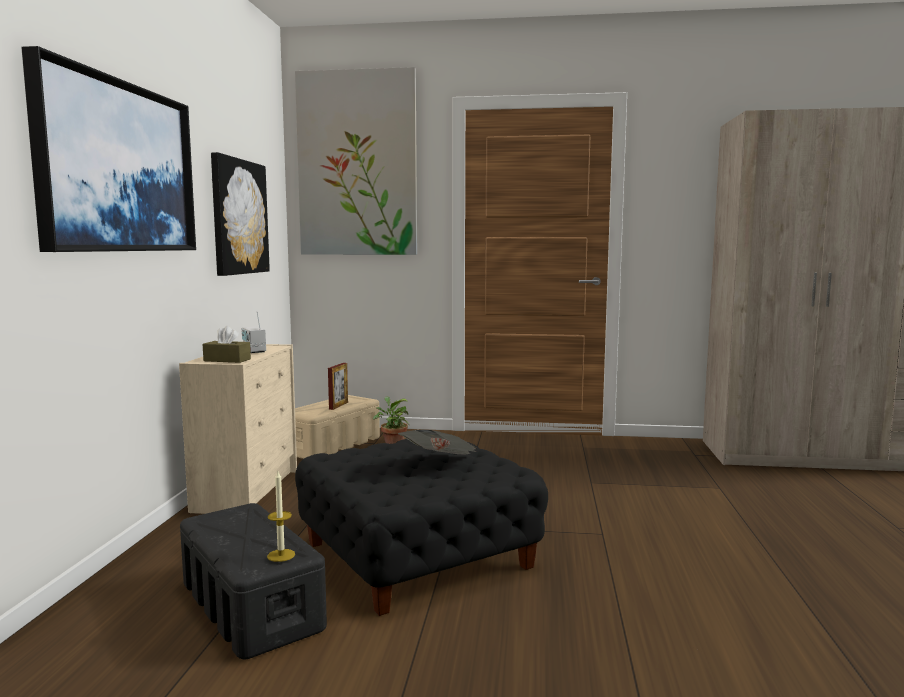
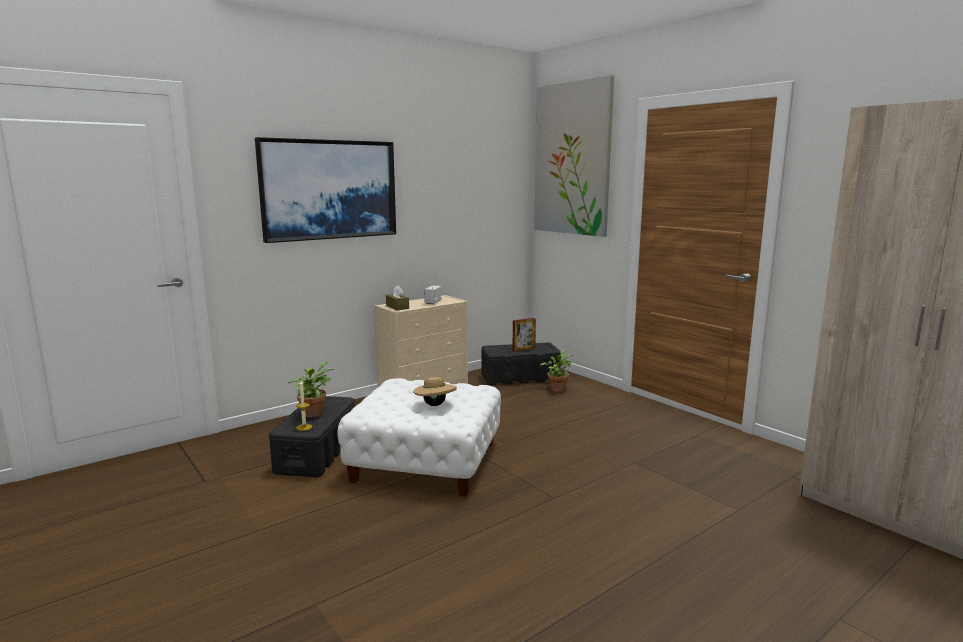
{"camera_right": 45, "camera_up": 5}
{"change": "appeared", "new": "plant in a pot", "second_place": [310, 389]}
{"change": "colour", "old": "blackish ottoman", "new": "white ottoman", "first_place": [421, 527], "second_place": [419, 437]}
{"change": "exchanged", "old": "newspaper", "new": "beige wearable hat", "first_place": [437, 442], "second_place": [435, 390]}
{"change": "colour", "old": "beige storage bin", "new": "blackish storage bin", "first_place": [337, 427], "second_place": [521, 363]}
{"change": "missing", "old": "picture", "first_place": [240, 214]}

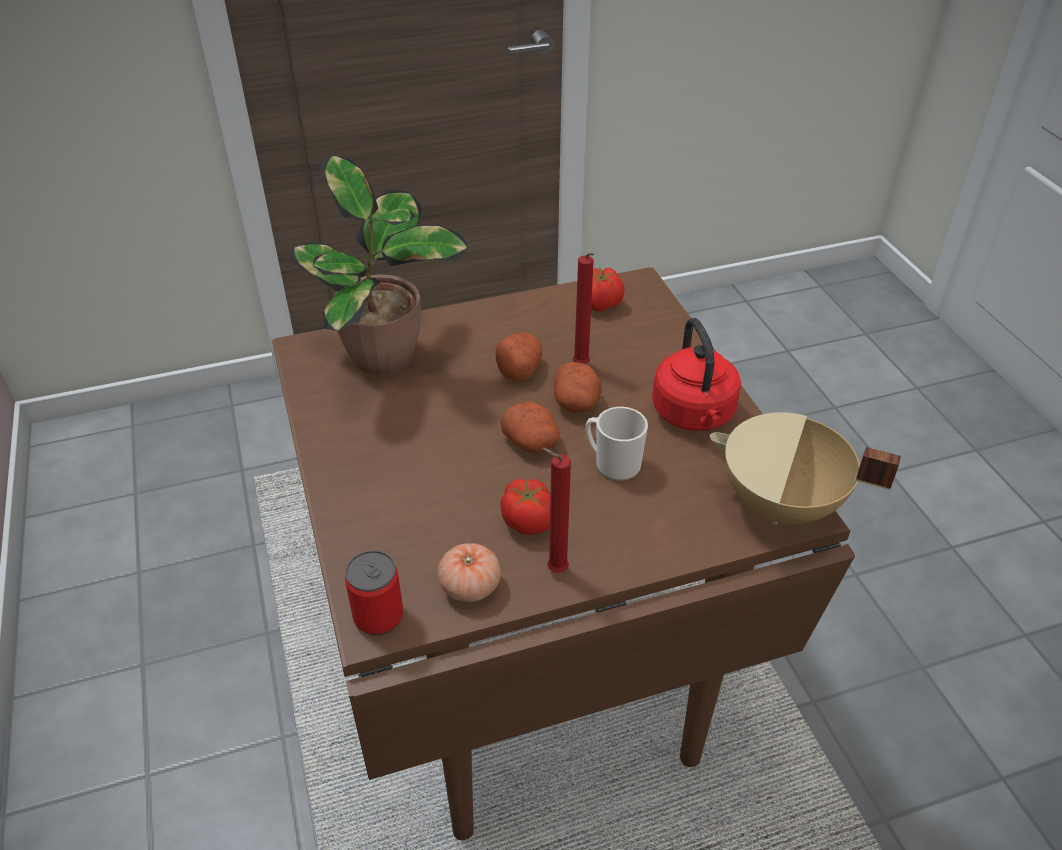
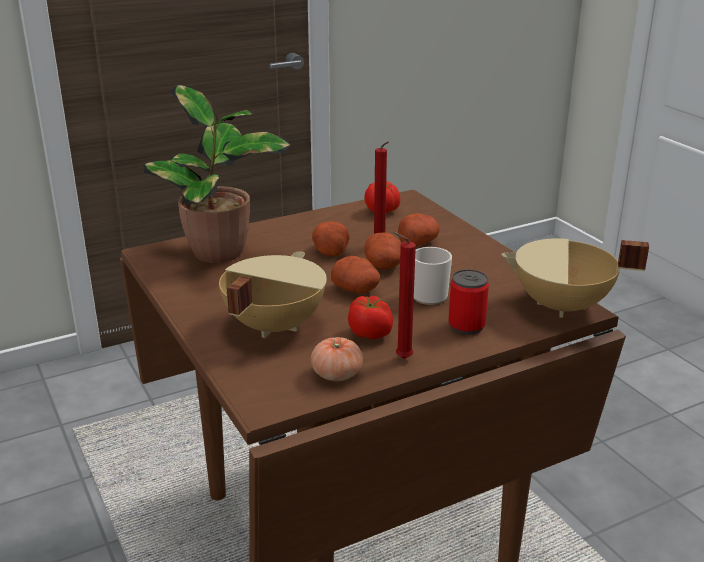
{"camera_right": -10, "camera_up": -15}
{"change": "appeared", "new": "beige stockpot", "second_place": [273, 294]}
{"change": "appeared", "new": "whole potato", "second_place": [419, 230]}
{"change": "relocated", "old": "can", "first_place": [374, 592], "second_place": [468, 302]}
{"change": "missing", "old": "red-coloured tea kettle", "first_place": [696, 374]}

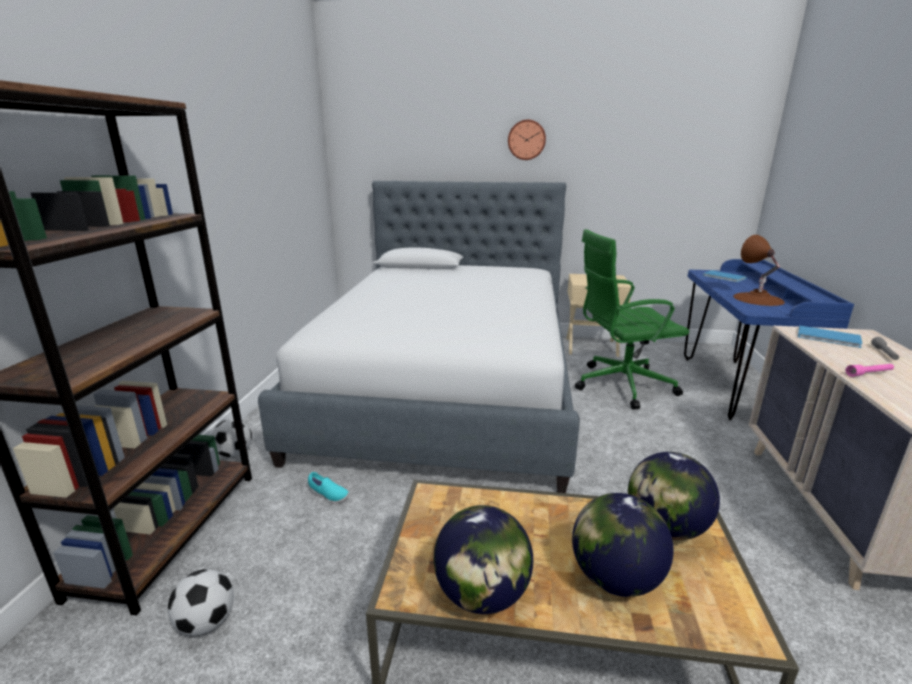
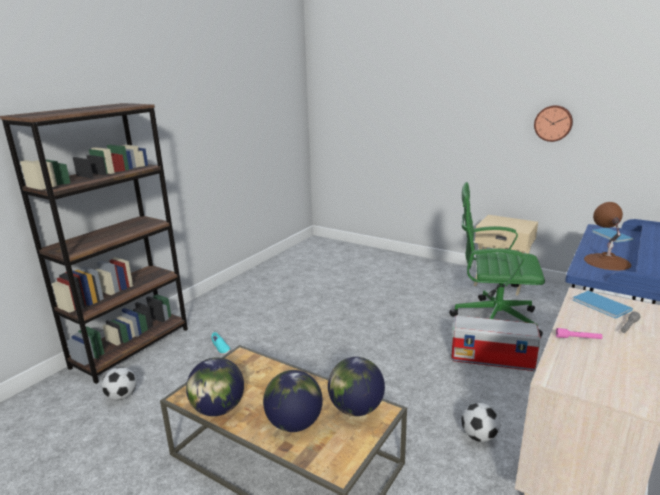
{"camera_right": 25, "camera_up": 0}
{"change": "appeared", "new": "storage bin", "second_place": [496, 343]}
{"change": "relocated", "old": "football ball", "first_place": [231, 438], "second_place": [481, 422]}
{"change": "relocated", "old": "hanging clock", "first_place": [527, 140], "second_place": [553, 123]}
{"change": "missing", "old": "bedroom bed", "first_place": [419, 337]}

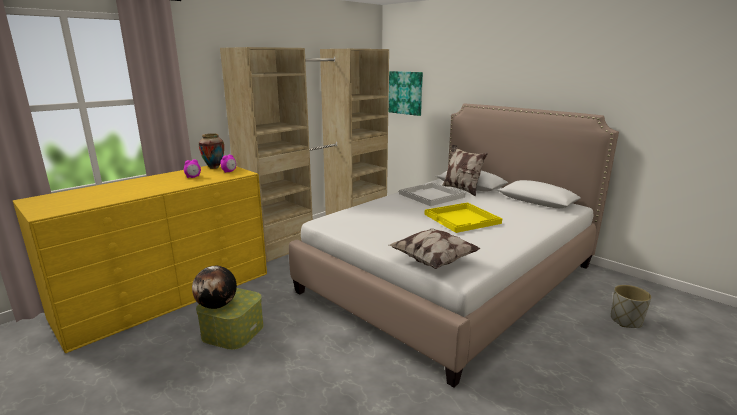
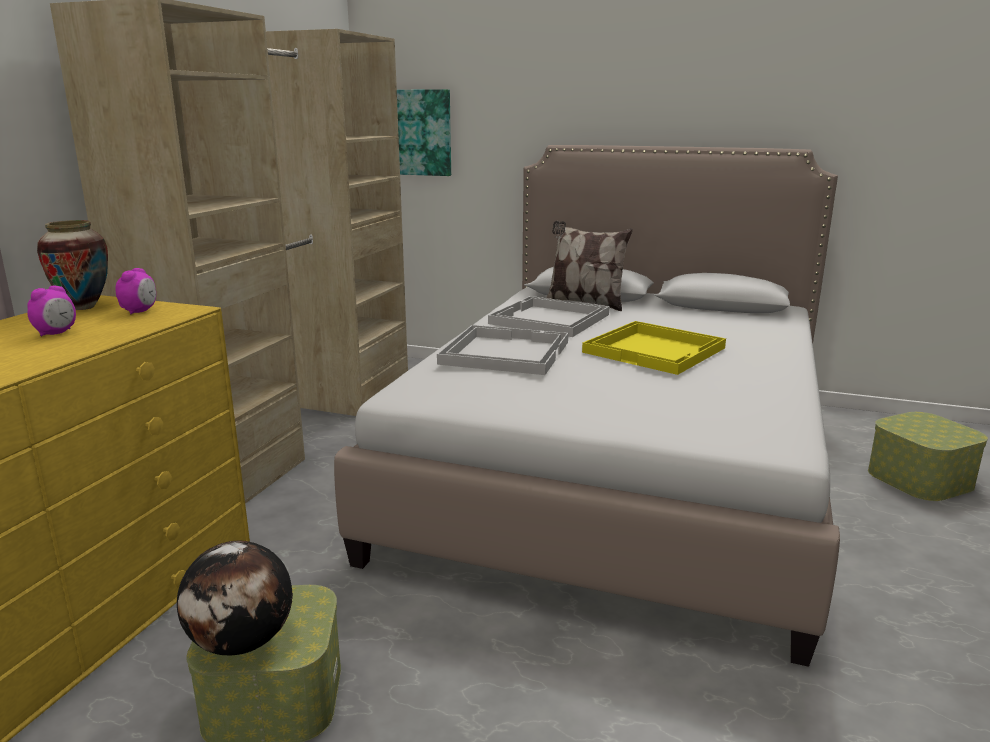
{"camera_right": -25, "camera_up": 0}
{"change": "appeared", "new": "white serving tray", "second_place": [502, 350]}
{"change": "exchanged", "old": "gray flower pot", "new": "storage bin", "first_place": [631, 306], "second_place": [928, 456]}
{"change": "missing", "old": "pillow", "first_place": [435, 249]}

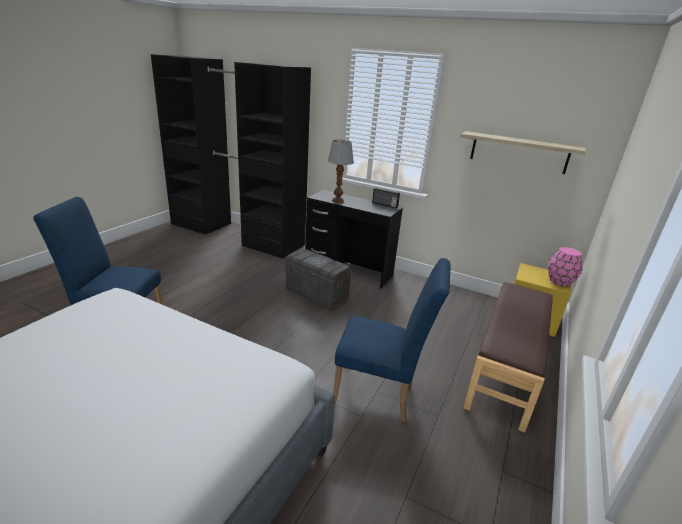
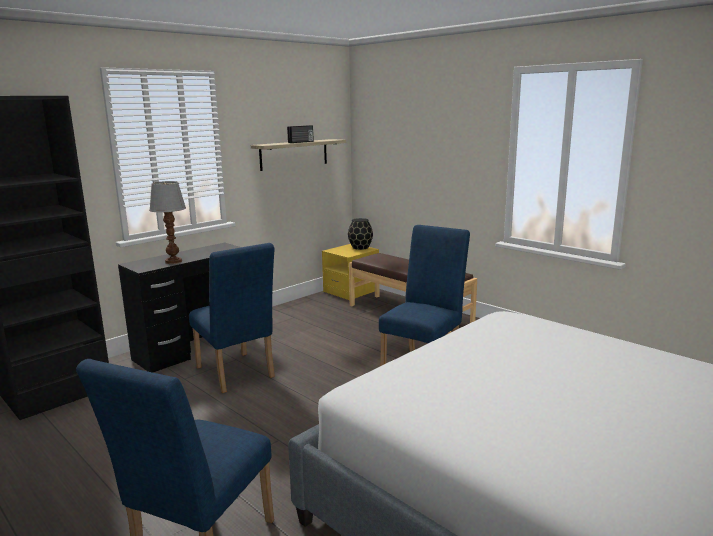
{"camera_right": -70, "camera_up": -10}
{"change": "exchanged", "old": "gray storage bin", "new": "blue chair", "first_place": [318, 279], "second_place": [232, 318]}
{"change": "relocated", "old": "radio receiver", "first_place": [386, 198], "second_place": [300, 134]}
{"change": "colour", "old": "pink flower vase", "new": "blackish flower vase", "first_place": [565, 266], "second_place": [360, 234]}

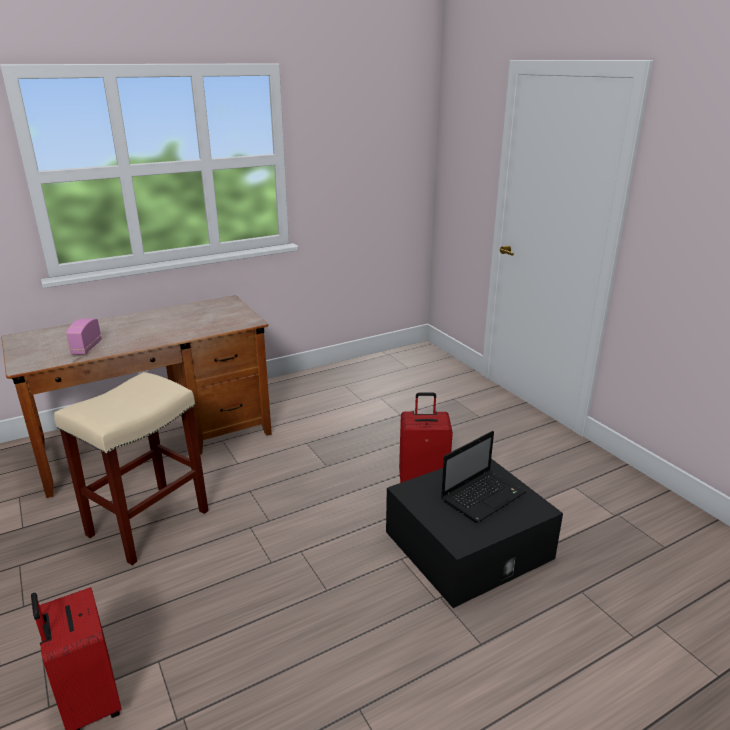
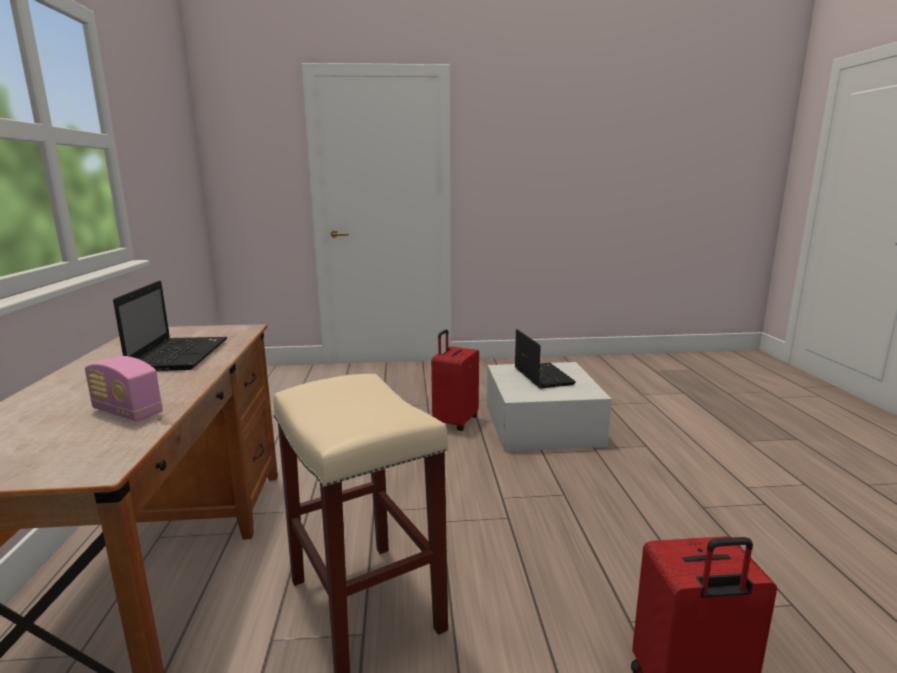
{"camera_right": -65, "camera_up": -10}
{"change": "appeared", "new": "notebook computer", "second_place": [170, 326]}
{"change": "colour", "old": "blackish storage bin", "new": "white storage bin", "first_place": [474, 533], "second_place": [549, 406]}

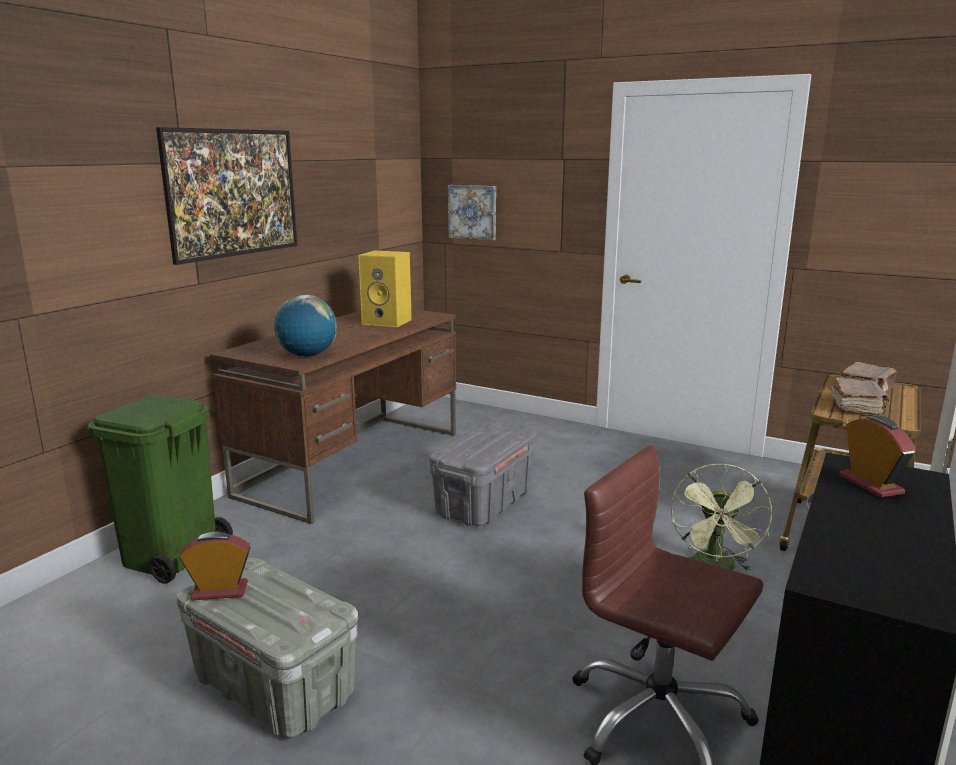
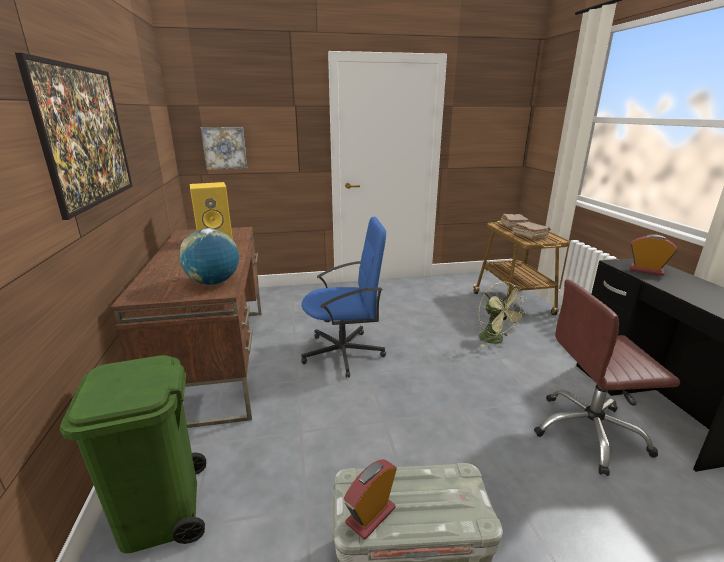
{"camera_right": -40, "camera_up": 5}
{"change": "exchanged", "old": "gray storage bin", "new": "blue office chair", "first_place": [482, 474], "second_place": [343, 297]}

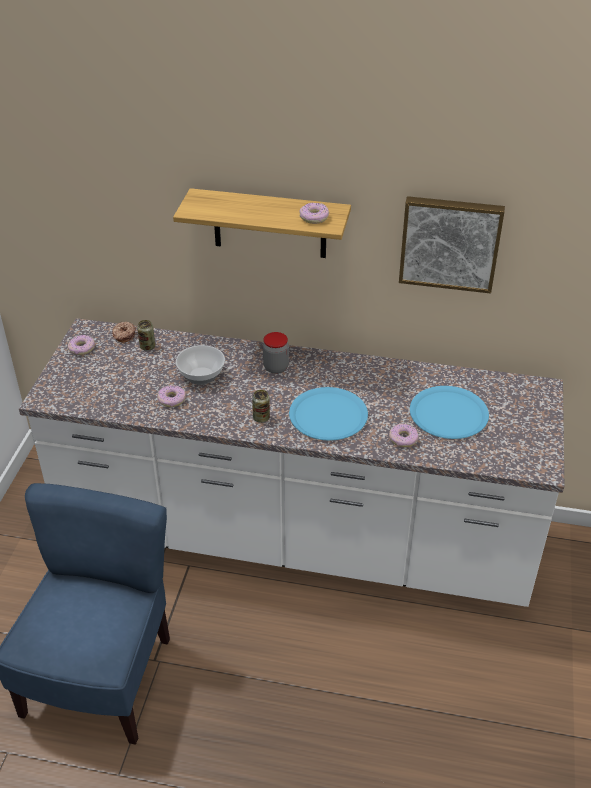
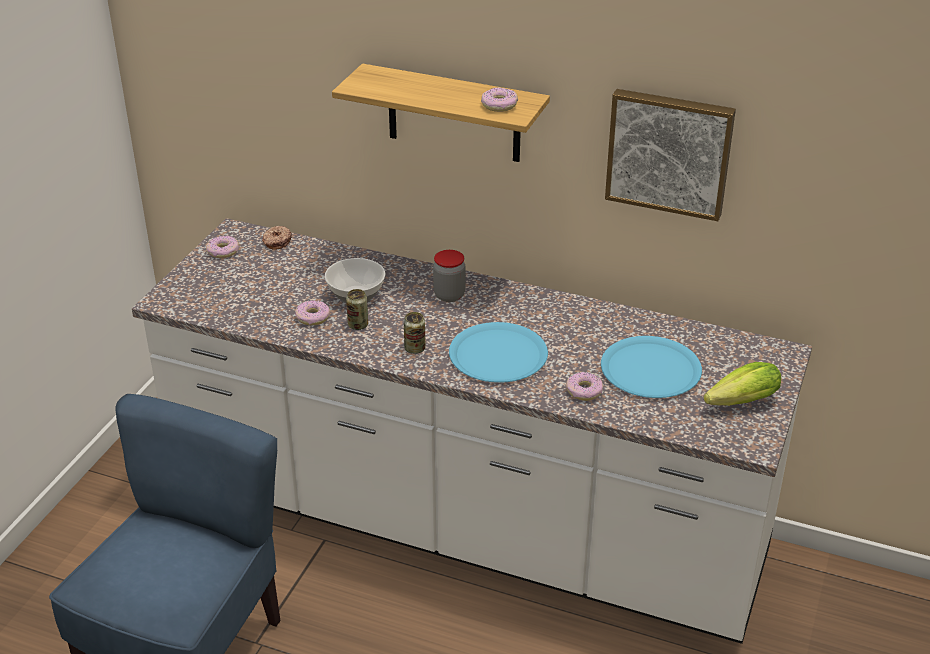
{"camera_right": 10, "camera_up": -5}
{"change": "relocated", "old": "can", "first_place": [146, 335], "second_place": [357, 309]}
{"change": "appeared", "new": "lettuce head", "second_place": [742, 384]}

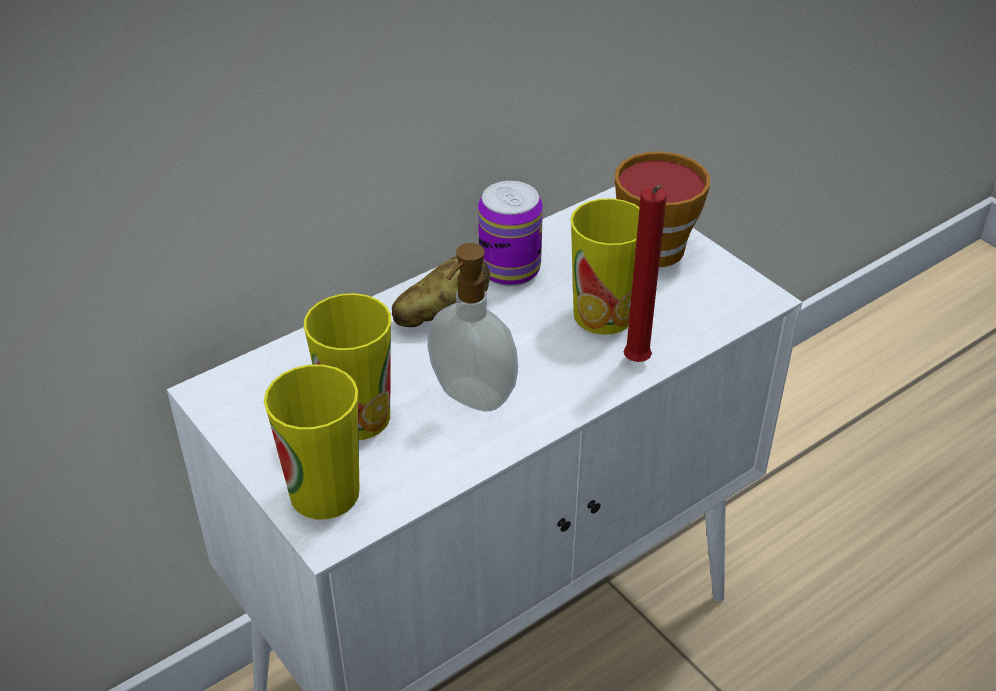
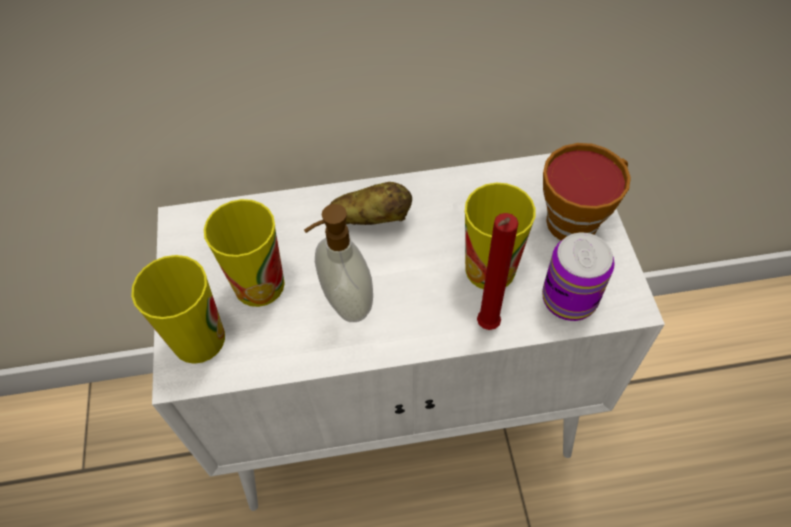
{"camera_right": 30, "camera_up": 15}
{"change": "relocated", "old": "can", "first_place": [510, 233], "second_place": [578, 277]}

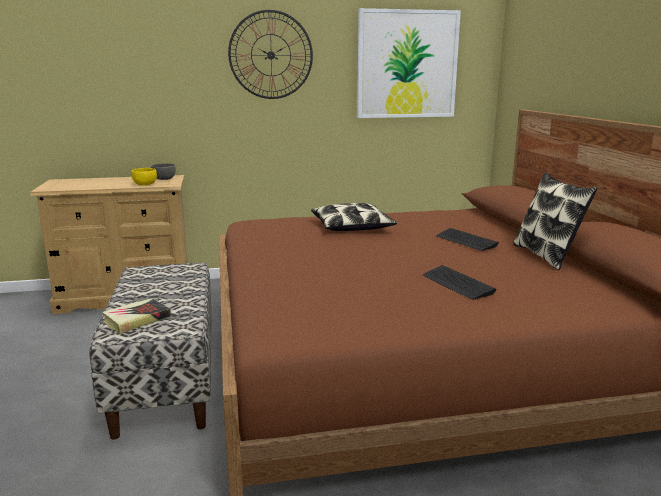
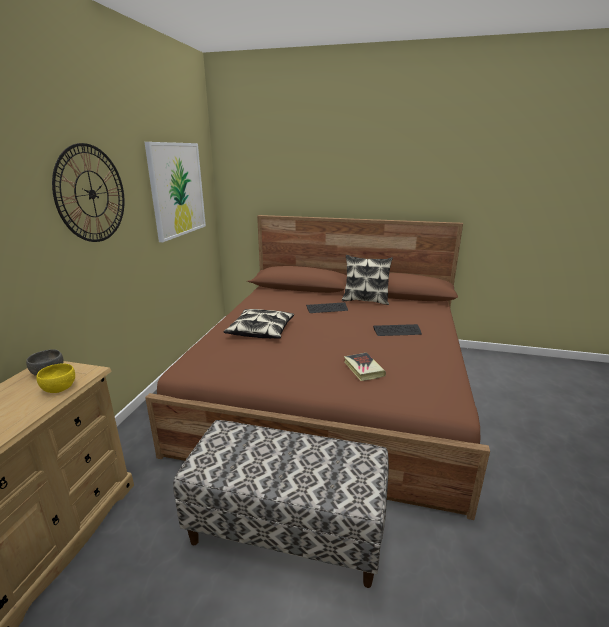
{"camera_right": -65, "camera_up": 5}
{"change": "relocated", "old": "bound book", "first_place": [136, 316], "second_place": [365, 367]}

